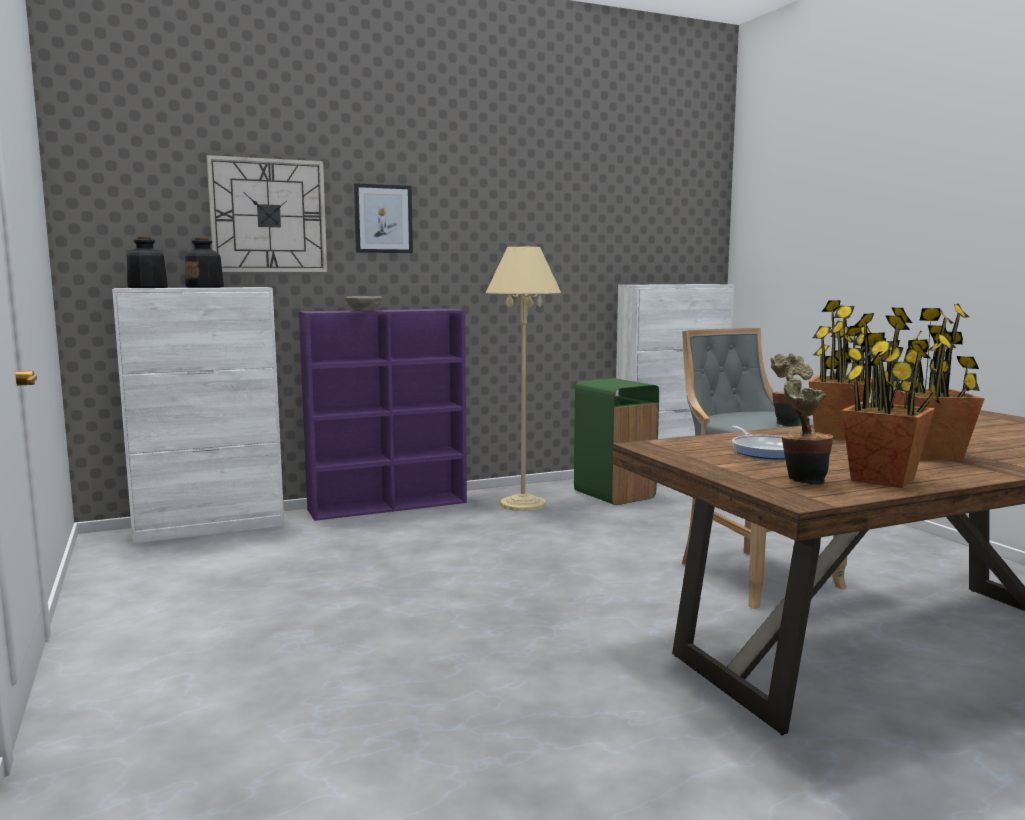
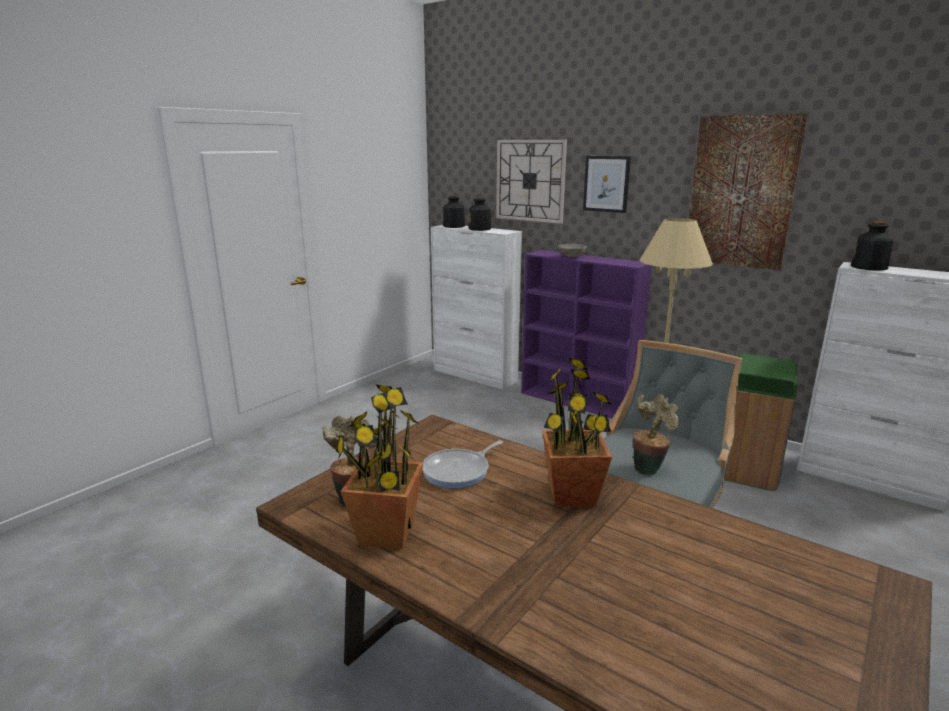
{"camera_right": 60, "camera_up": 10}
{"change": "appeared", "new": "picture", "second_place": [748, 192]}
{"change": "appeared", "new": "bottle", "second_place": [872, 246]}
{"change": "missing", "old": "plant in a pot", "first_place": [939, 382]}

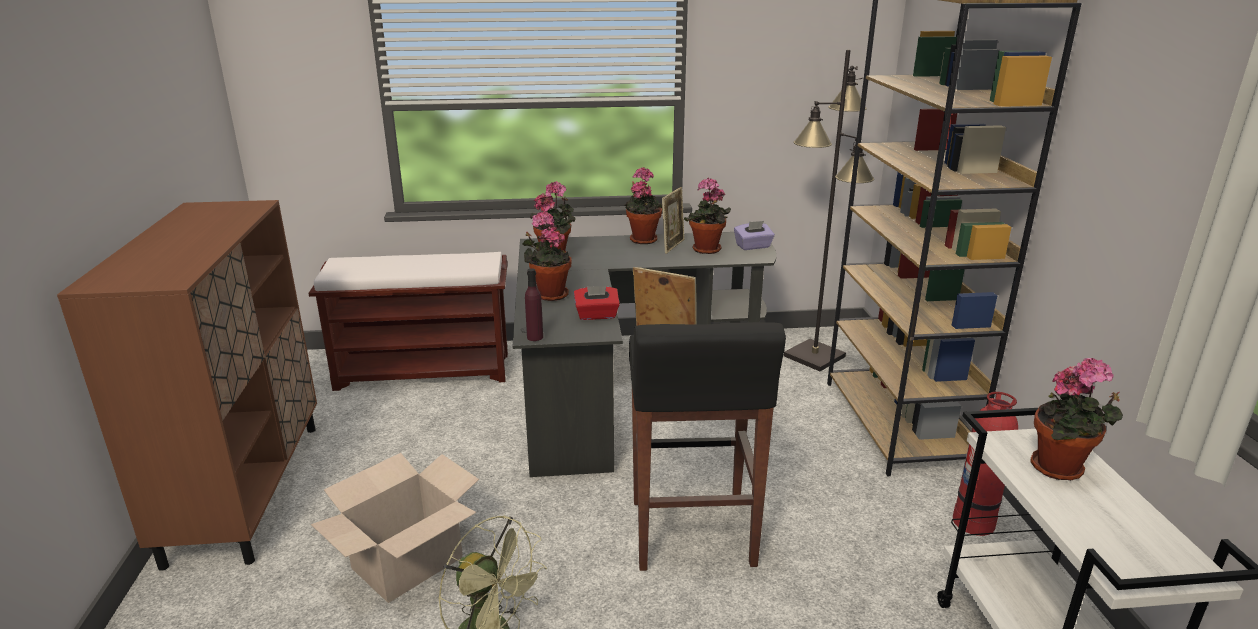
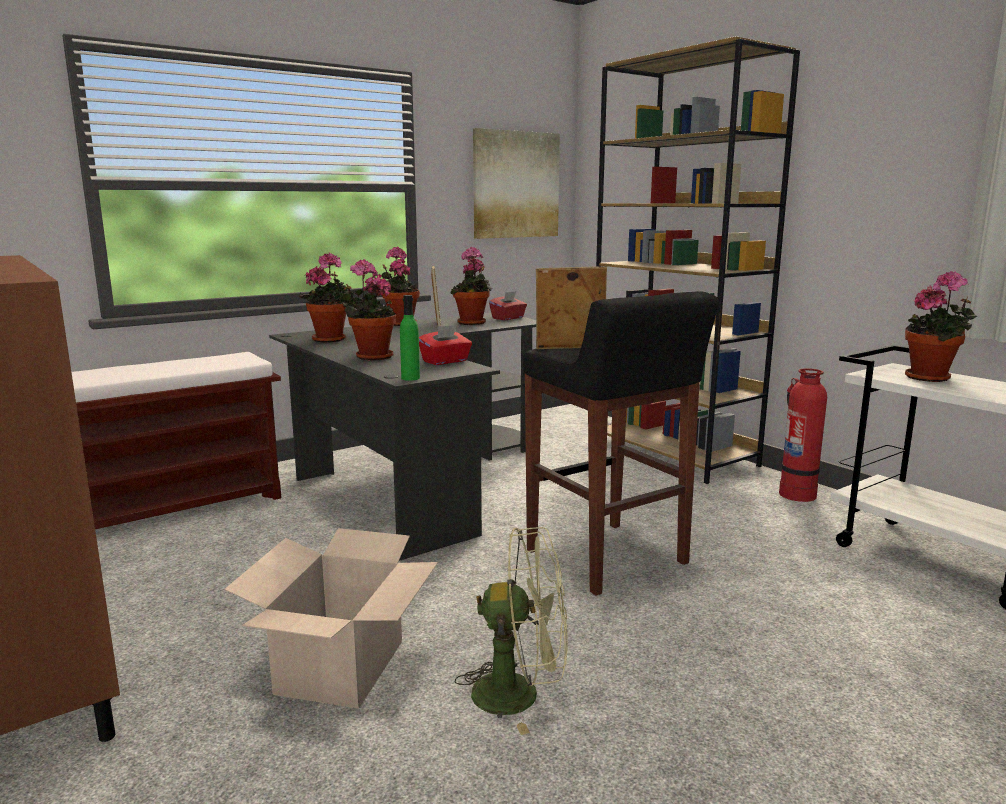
{"camera_right": -30, "camera_up": -10}
{"change": "colour", "old": "purple-coloured bottle", "new": "greenish bottle", "first_place": [534, 304], "second_place": [410, 338]}
{"change": "appeared", "new": "picture", "second_place": [516, 183]}
{"change": "colour", "old": "purple-coloured tissue holder", "new": "red-coloured tissue holder", "first_place": [754, 235], "second_place": [508, 305]}
{"change": "missing", "old": "blackish standing lamp", "first_place": [829, 210]}

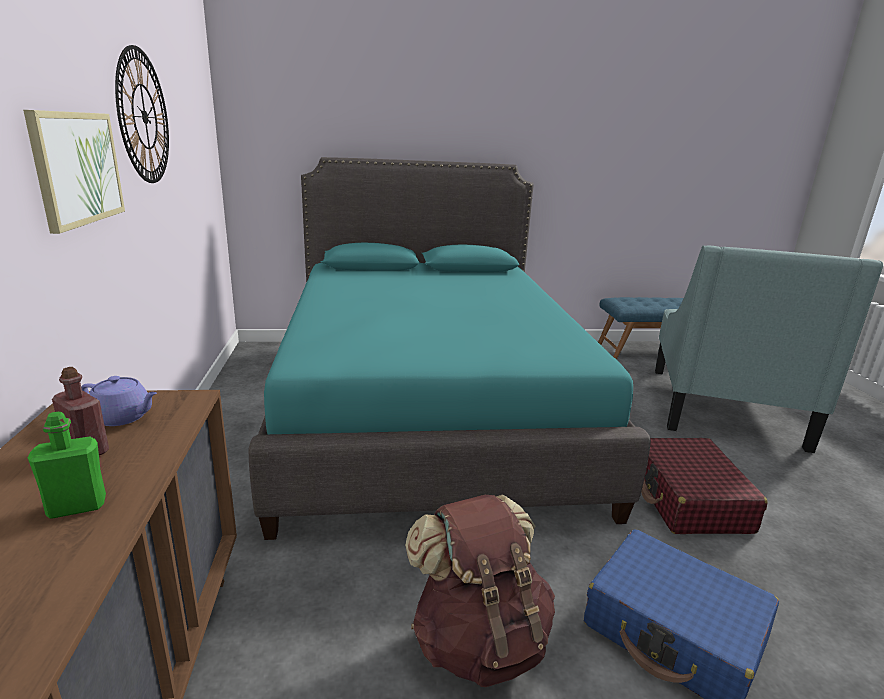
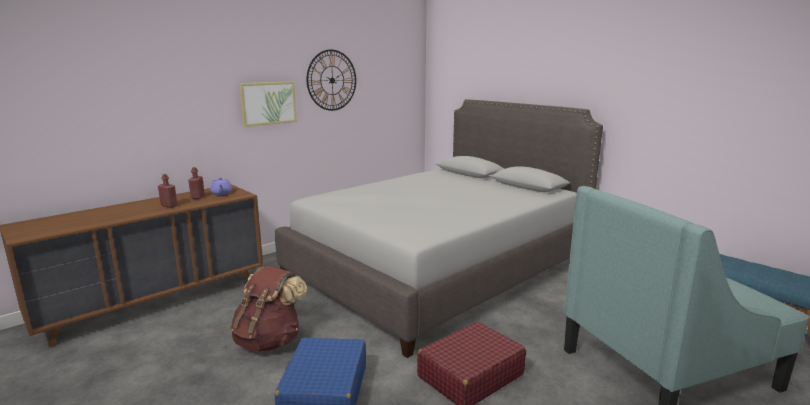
{"camera_right": 55, "camera_up": -5}
{"change": "colour", "old": "greenish bottle", "new": "red-coloured bottle", "first_place": [67, 465], "second_place": [167, 191]}
{"change": "colour", "old": "turquoise bedroom bed", "new": "gray bedroom bed", "first_place": [449, 348], "second_place": [439, 228]}

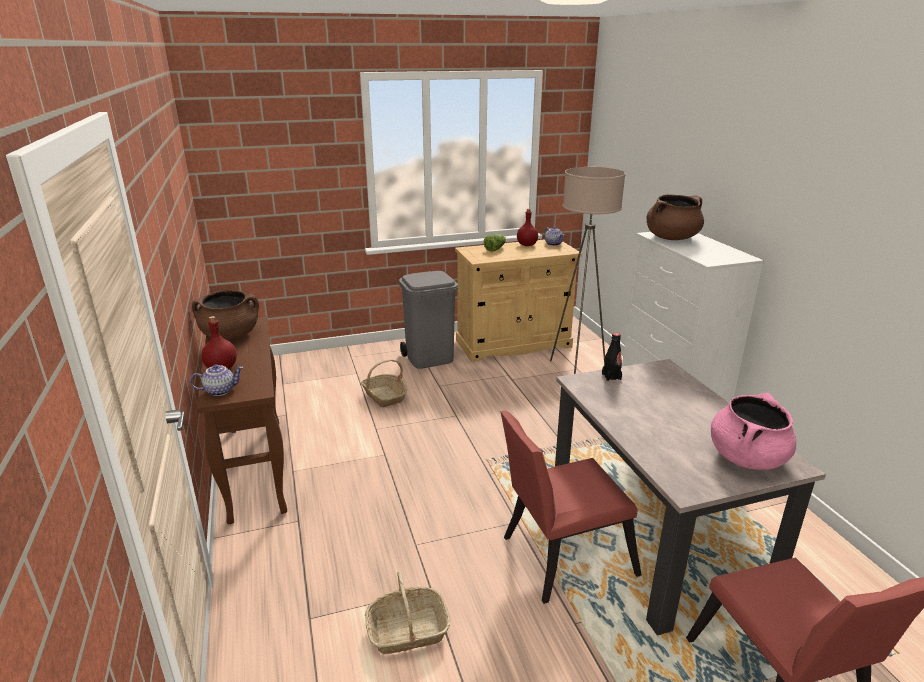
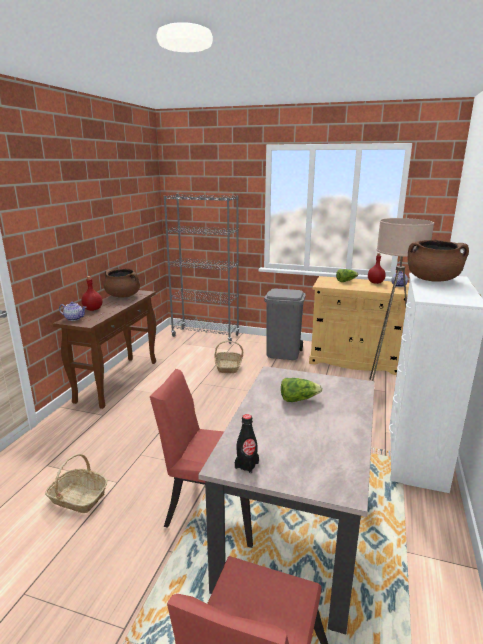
{"camera_right": 35, "camera_up": -5}
{"change": "appeared", "new": "gray bookshelf", "second_place": [201, 269]}
{"change": "relocated", "old": "blackish bottle", "first_place": [612, 357], "second_place": [247, 443]}
{"change": "appeared", "new": "lettuce head", "second_place": [302, 390]}
{"change": "missing", "old": "pink stockpot", "first_place": [753, 431]}

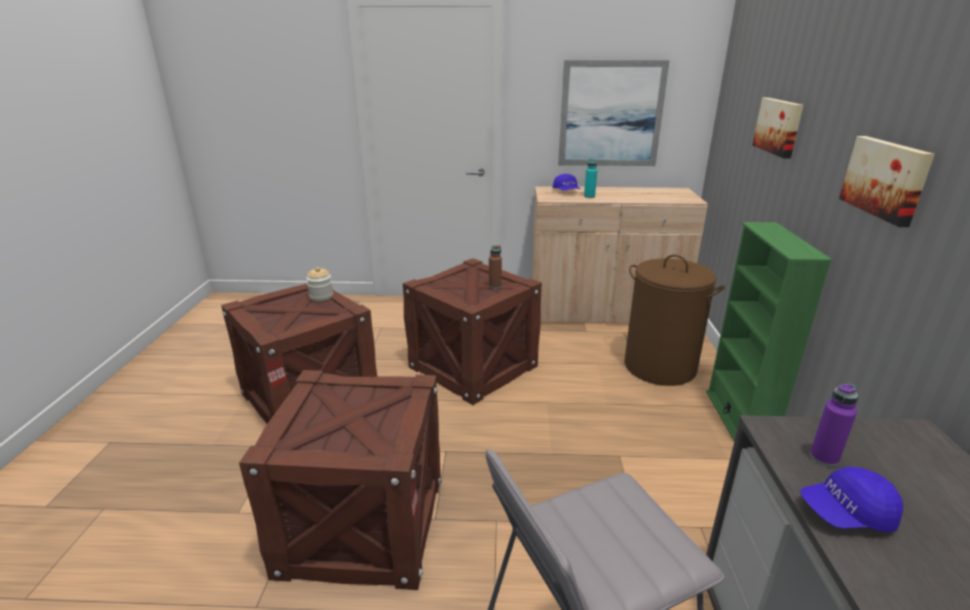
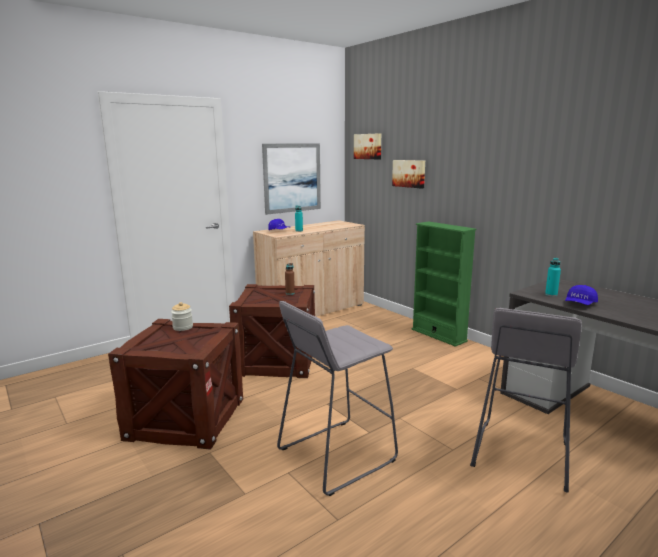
{"camera_right": -40, "camera_up": -10}
{"change": "exchanged", "old": "crate", "new": "gray stool seat", "first_place": [340, 480], "second_place": [337, 398]}
{"change": "relocated", "old": "picture", "first_place": [887, 181], "second_place": [367, 146]}
{"change": "colour", "old": "purple-coloured bottle", "new": "turquoise bottle", "first_place": [834, 425], "second_place": [553, 277]}
{"change": "missing", "old": "brownish laundry basket", "first_place": [674, 320]}

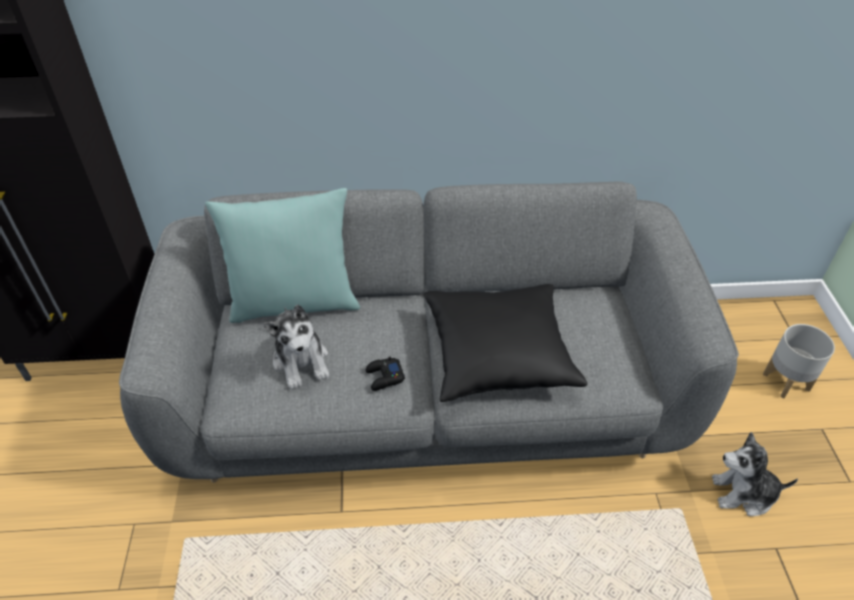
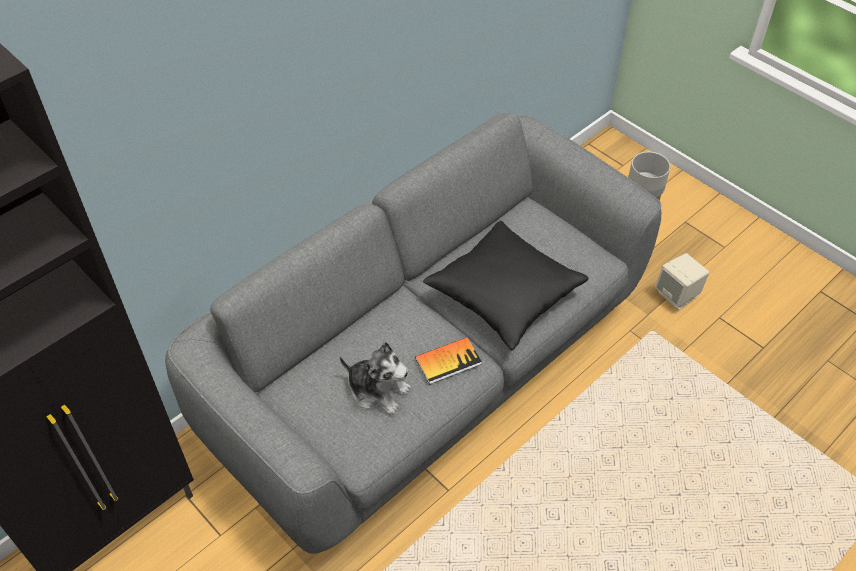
{"camera_right": -40, "camera_up": 5}
{"change": "exchanged", "old": "blackish gamepad", "new": "bound book", "first_place": [385, 374], "second_place": [448, 360]}
{"change": "exchanged", "old": "cuddly toy", "new": "beige loudspeaker", "first_place": [755, 474], "second_place": [682, 281]}
{"change": "missing", "old": "turquoise pillow", "first_place": [282, 255]}

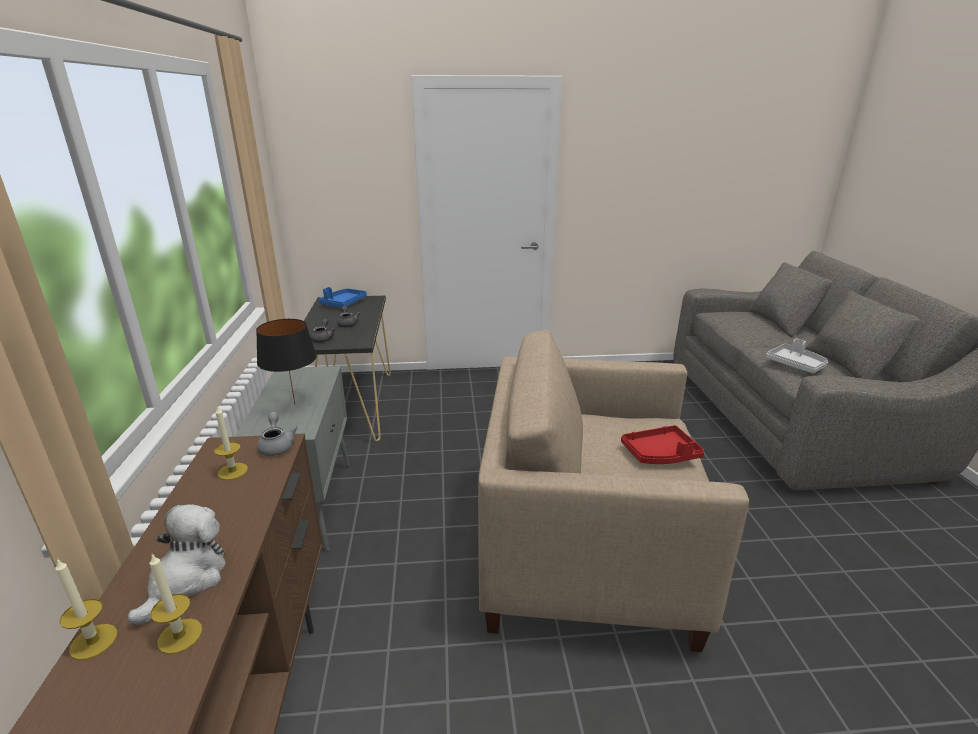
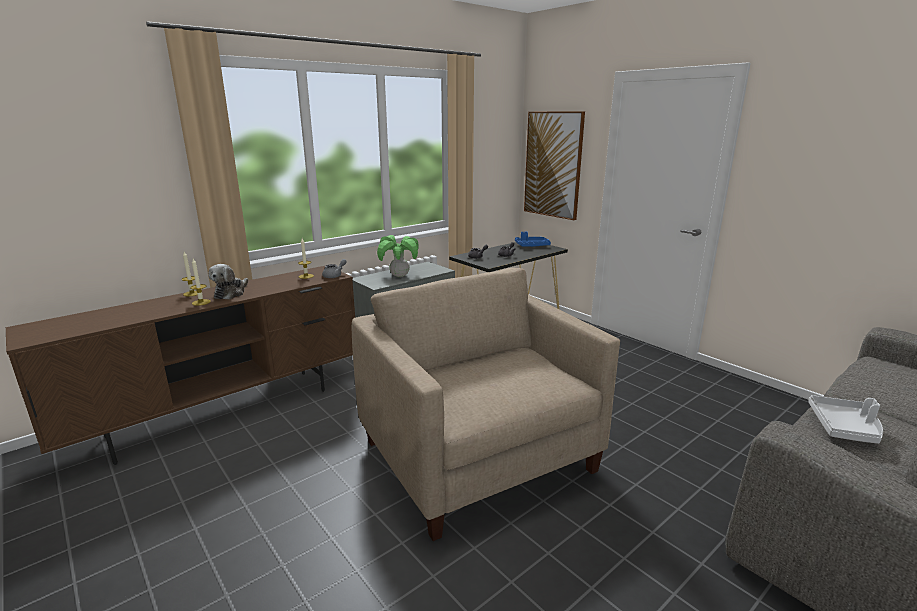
{"camera_right": 55, "camera_up": -5}
{"change": "spun", "old": "cuddly toy", "first_place": [177, 564], "second_place": [228, 282], "degrees": 120}
{"change": "exchanged", "old": "blackish lamp for a table", "new": "plant in a pot", "first_place": [286, 361], "second_place": [398, 256]}
{"change": "appeared", "new": "picture", "second_place": [554, 165]}
{"change": "missing", "old": "red-coloured serving tray", "first_place": [662, 444]}

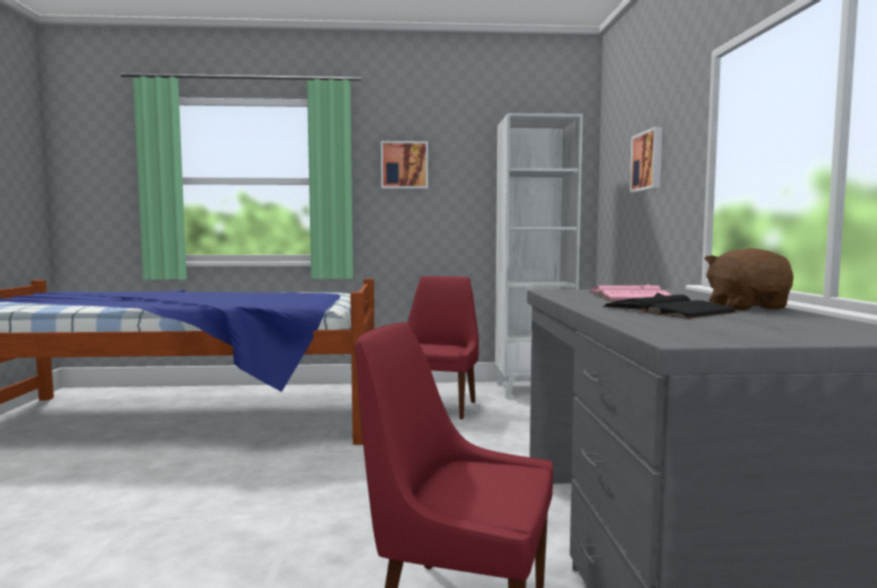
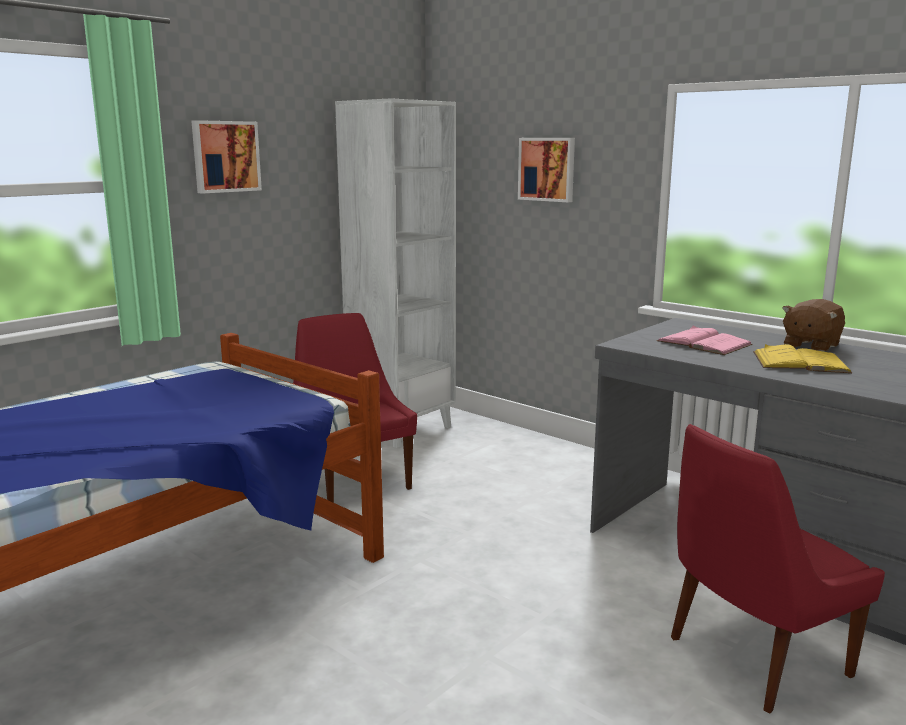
{"camera_right": -45, "camera_up": 10}
{"change": "colour", "old": "blackish bound book", "new": "yellow-coloured bound book", "first_place": [670, 306], "second_place": [802, 358]}
{"change": "spun", "old": "brownish cuddly toy", "first_place": [749, 279], "second_place": [813, 325], "degrees": -90}

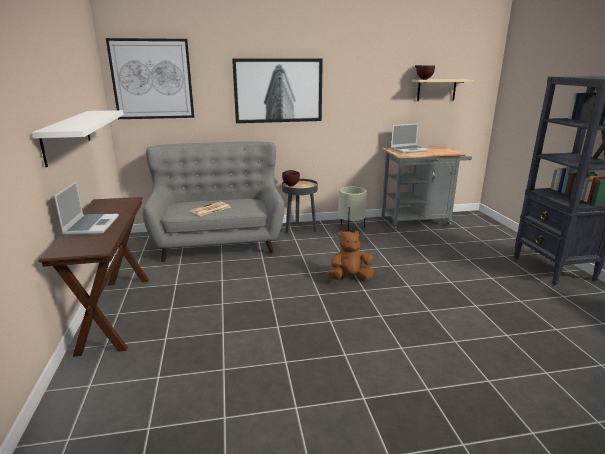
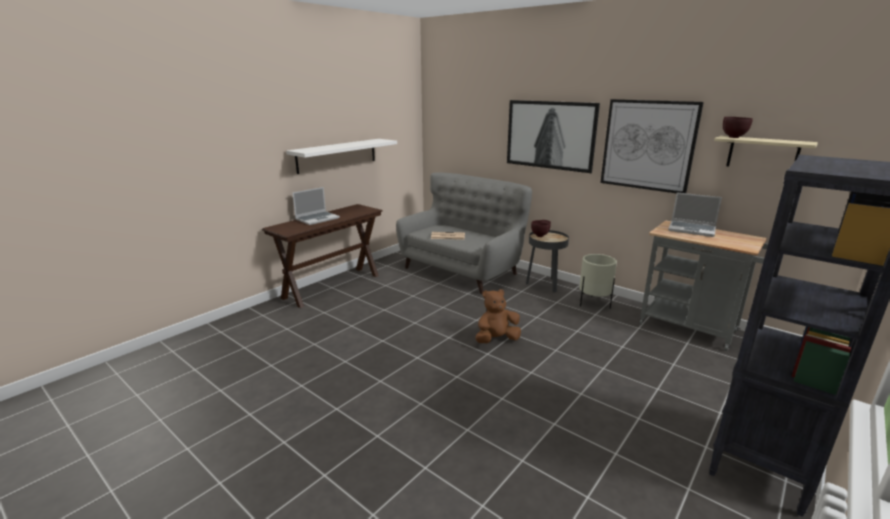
{"camera_right": 50, "camera_up": 0}
{"change": "spun", "old": "brownish cuddly toy", "first_place": [350, 255], "second_place": [498, 316], "degrees": -60}
{"change": "relocated", "old": "picture", "first_place": [150, 78], "second_place": [652, 146]}

